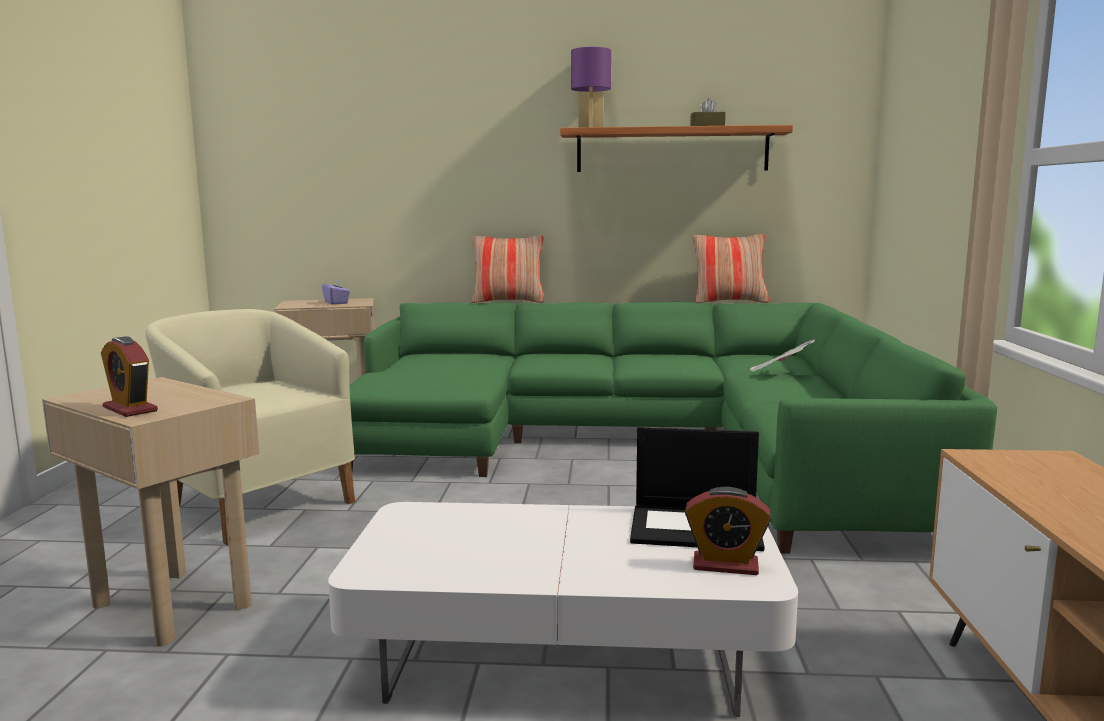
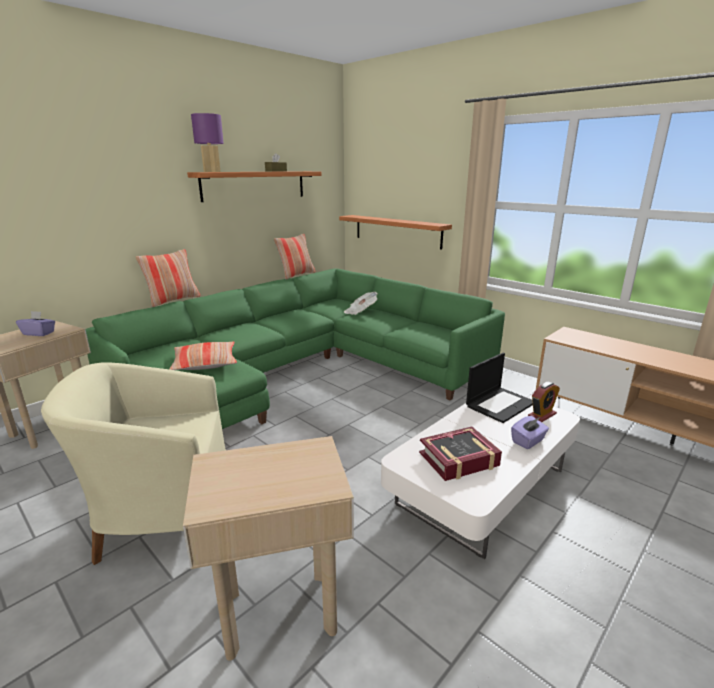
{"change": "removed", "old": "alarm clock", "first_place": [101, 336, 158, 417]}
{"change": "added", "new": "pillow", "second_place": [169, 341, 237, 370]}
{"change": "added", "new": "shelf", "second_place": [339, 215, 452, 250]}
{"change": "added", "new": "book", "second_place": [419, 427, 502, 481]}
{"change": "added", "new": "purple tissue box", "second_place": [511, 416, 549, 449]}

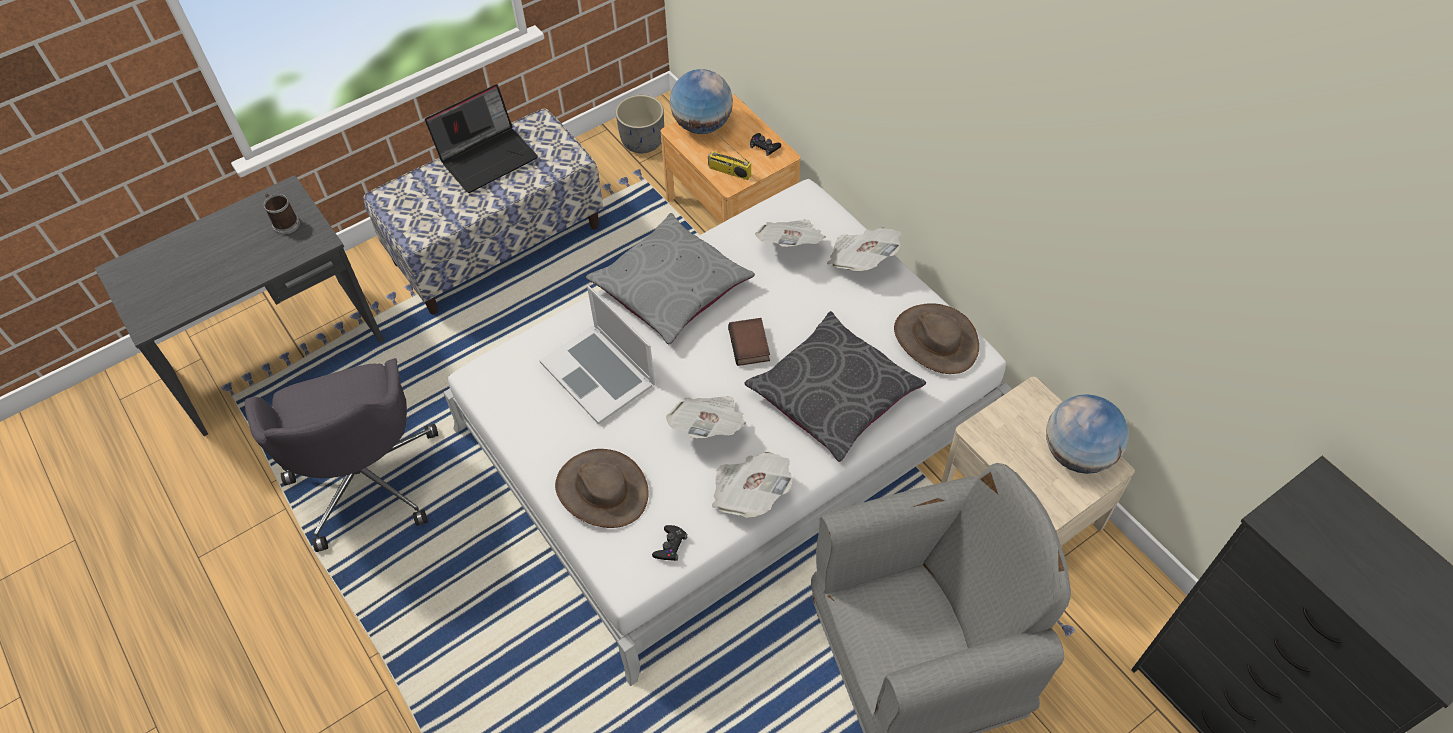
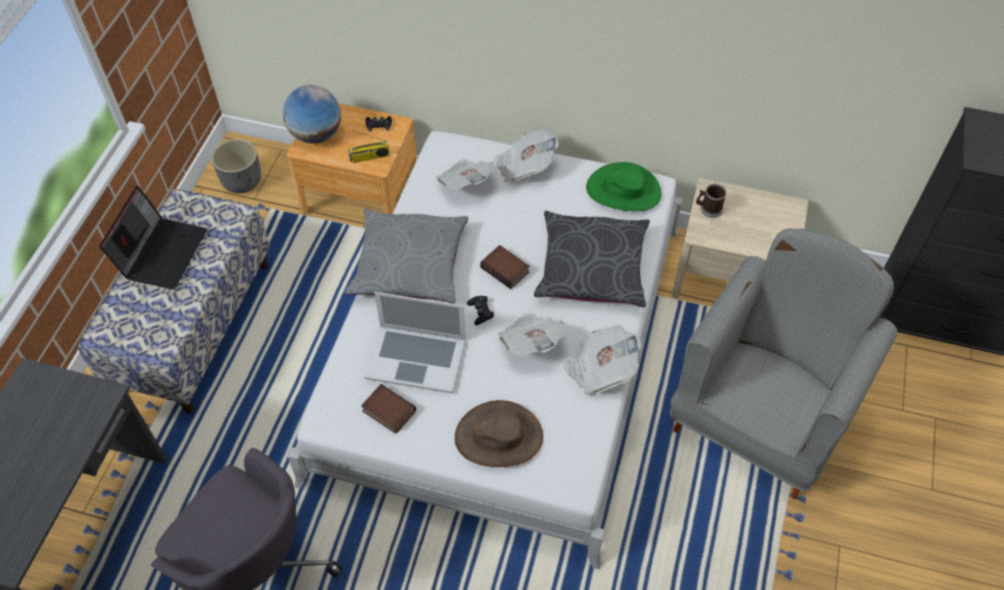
{"change": "removed", "old": "globe", "first_place": [1046, 394, 1129, 474]}
{"change": "added", "new": "book", "second_place": [361, 384, 416, 434]}
{"change": "moved", "old": "mug", "first_place": [264, 193, 300, 235], "second_place": [696, 184, 726, 218]}
{"change": "moved", "old": "black game controller", "first_place": [652, 525, 687, 561], "second_place": [467, 296, 494, 325]}
{"change": "recoloured", "old": "brown hat", "new": "green hat", "first_place": [894, 303, 979, 374], "second_place": [586, 162, 662, 211]}

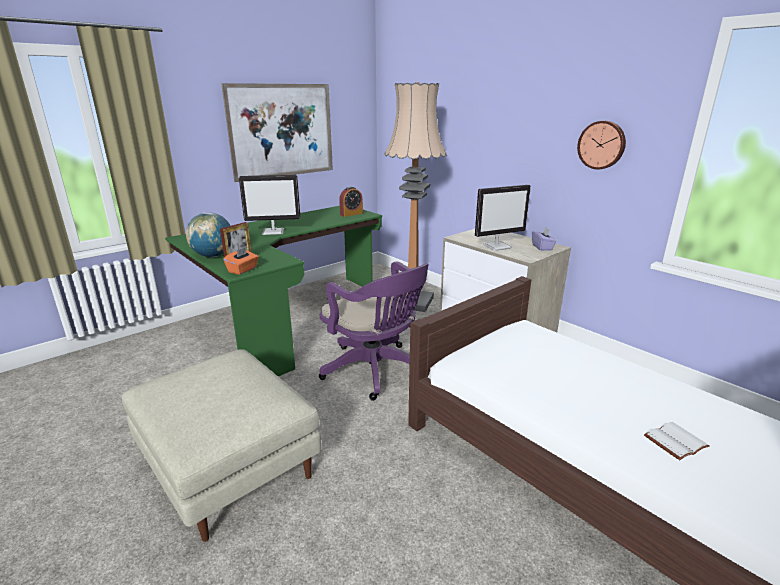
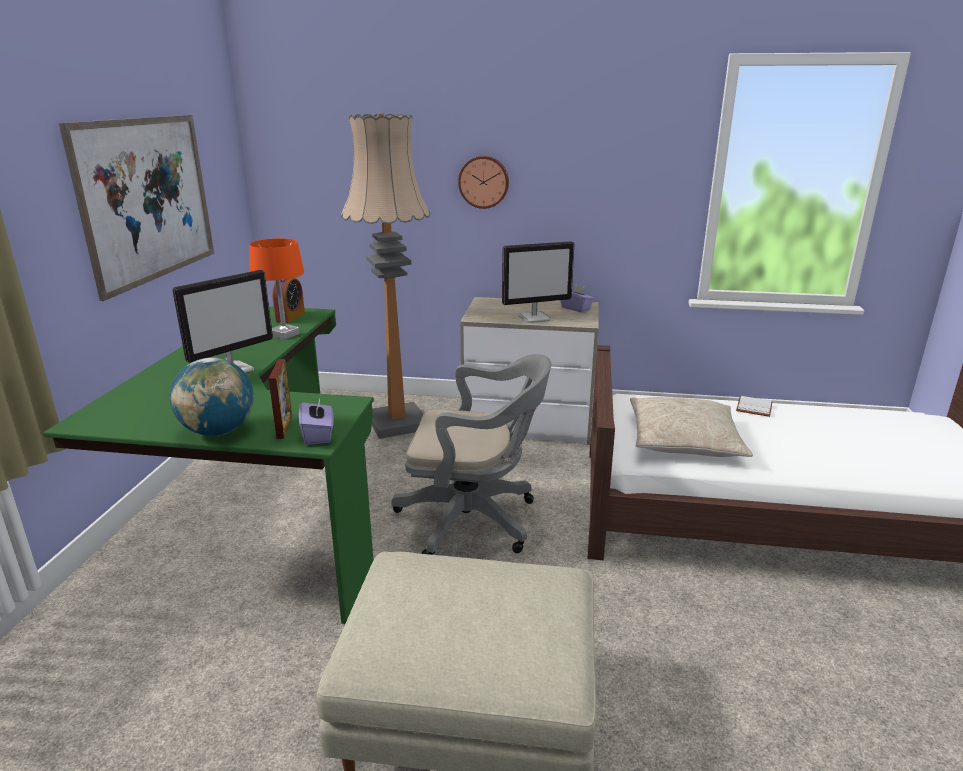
{"change": "added", "new": "orange table lamp", "second_place": [249, 238, 304, 340]}
{"change": "added", "new": "beige pillow", "second_place": [630, 397, 753, 457]}
{"change": "moved", "old": "wall clock", "first_place": [577, 121, 626, 169], "second_place": [458, 156, 509, 209]}
{"change": "moved", "old": "white book", "first_place": [644, 422, 709, 460], "second_place": [736, 396, 772, 417]}
{"change": "recoloured", "old": "orange tissue box", "new": "purple tissue box", "first_place": [223, 247, 259, 275], "second_place": [299, 399, 334, 445]}
{"change": "recoloured", "old": "purple office chair", "new": "grey office chair", "first_place": [319, 261, 429, 401], "second_place": [391, 354, 551, 555]}
{"change": "turned", "old": "monitor", "first_place": [475, 185, 531, 251], "second_place": [502, 241, 574, 323], "degrees": 45}

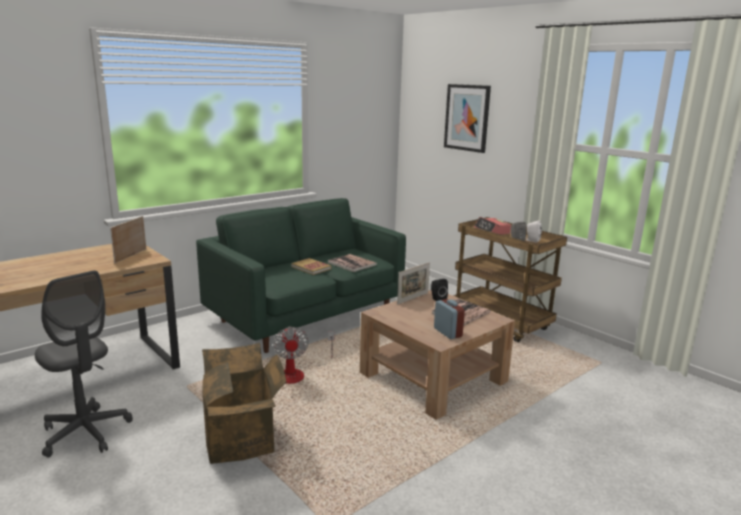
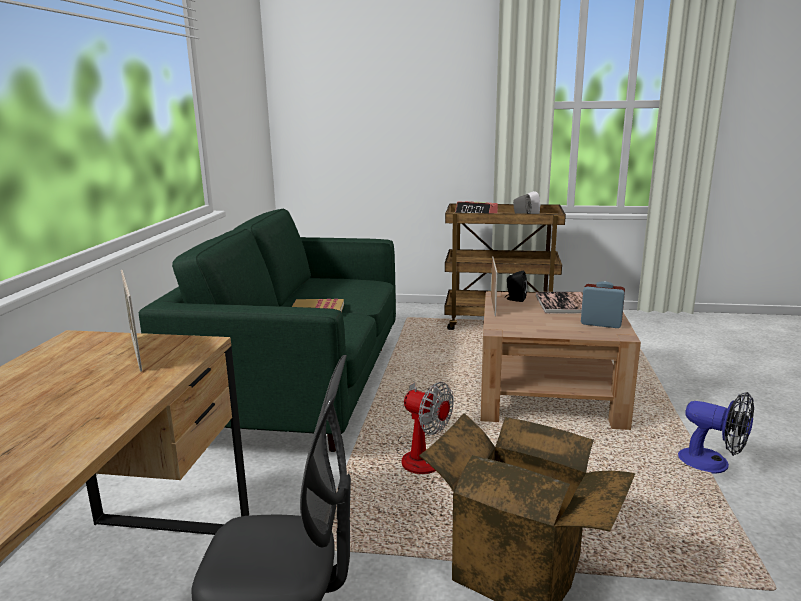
{"change": "removed", "old": "book", "first_place": [328, 254, 377, 272]}
{"change": "removed", "old": "picture", "first_place": [444, 84, 491, 153]}
{"change": "added", "new": "fan", "second_place": [678, 392, 754, 474]}

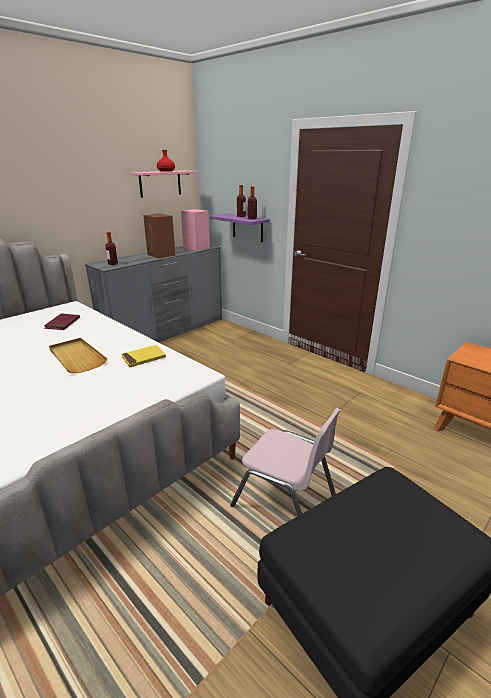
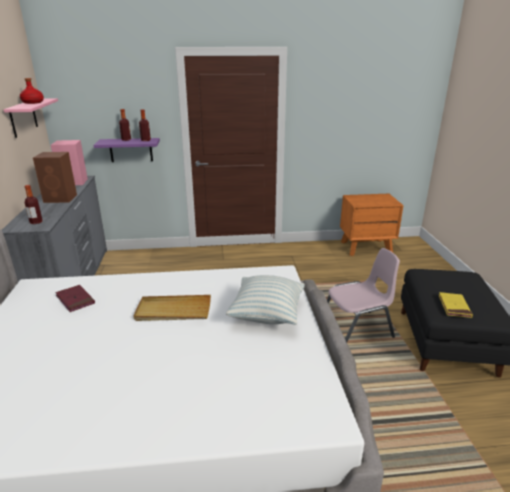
{"change": "added", "new": "pillow", "second_place": [226, 275, 305, 325]}
{"change": "moved", "old": "yellow book", "first_place": [121, 345, 166, 368], "second_place": [439, 292, 473, 318]}

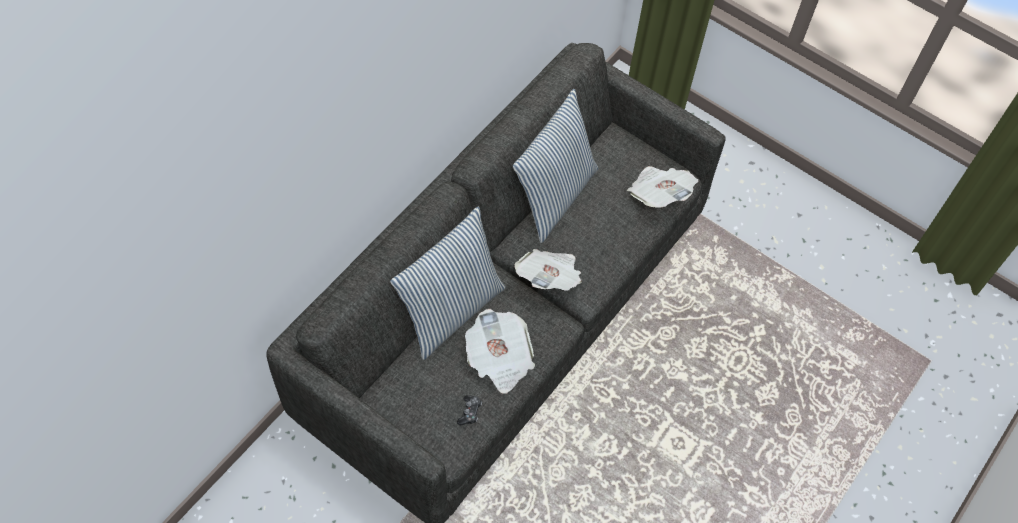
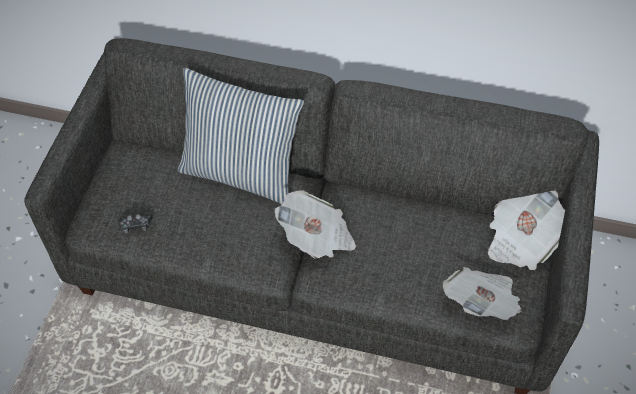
{"change": "removed", "old": "pillow", "first_place": [513, 89, 598, 243]}
{"change": "moved", "old": "newspaper", "first_place": [465, 309, 535, 394], "second_place": [488, 191, 565, 270]}

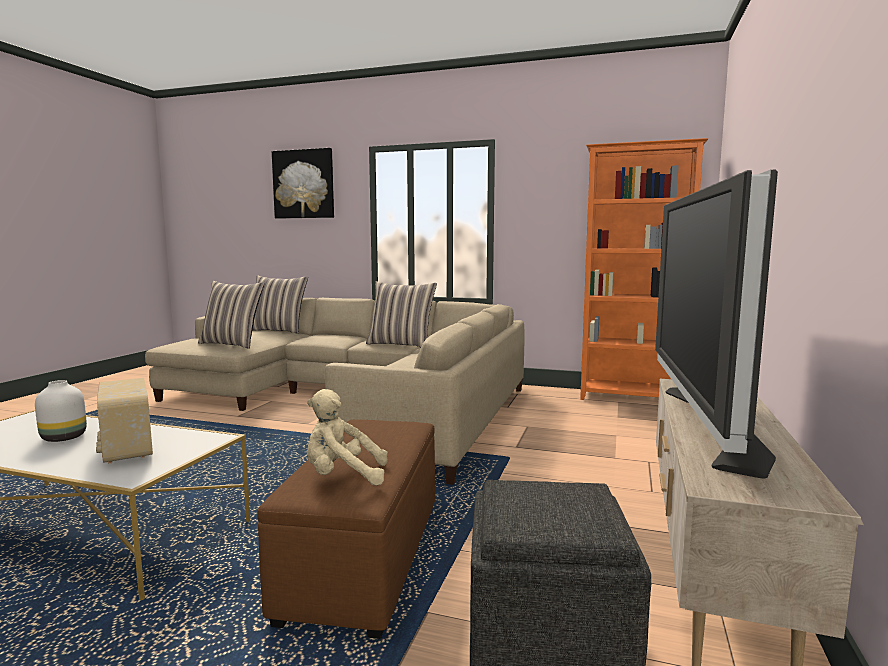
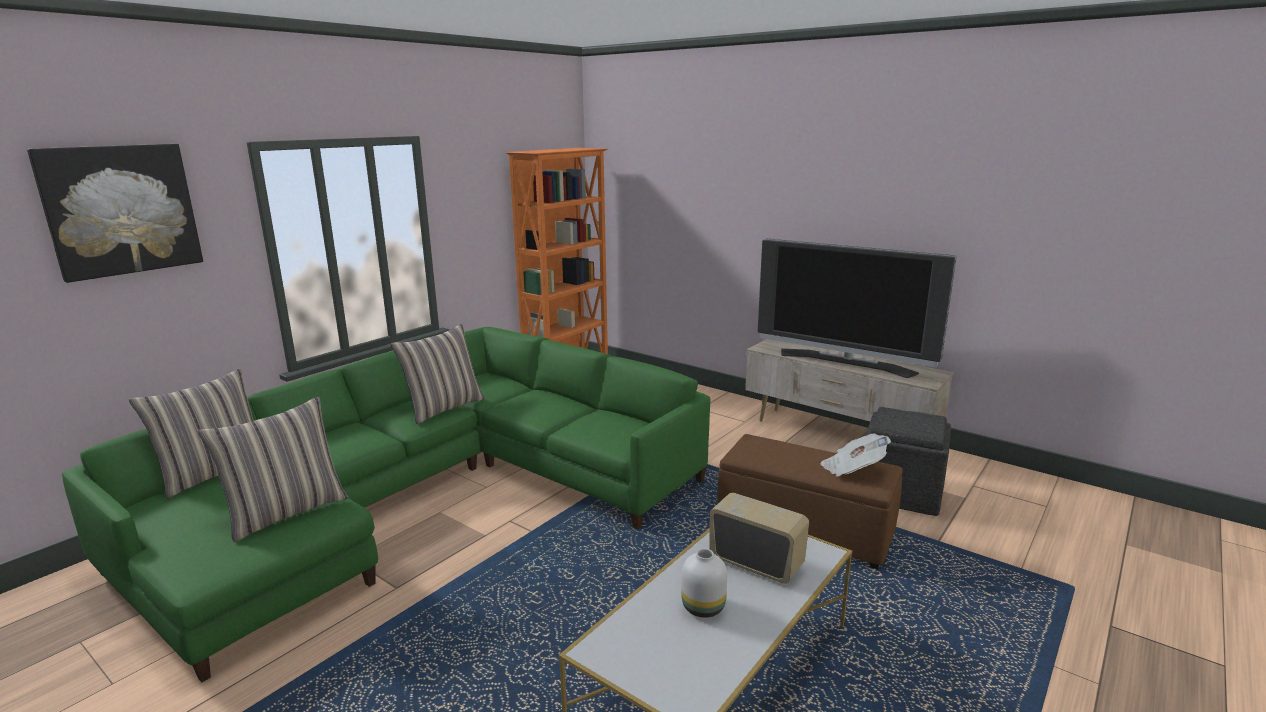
{"change": "replaced", "old": "beige plush toy", "new": "newspaper", "first_place": [307, 389, 388, 486], "second_place": [820, 434, 891, 477]}
{"change": "recoloured", "old": "beige sofa", "new": "green sofa", "first_place": [145, 298, 524, 485], "second_place": [62, 327, 710, 682]}
{"change": "turned", "old": "radio", "first_place": [96, 378, 153, 464], "second_place": [709, 493, 809, 584], "degrees": -135}

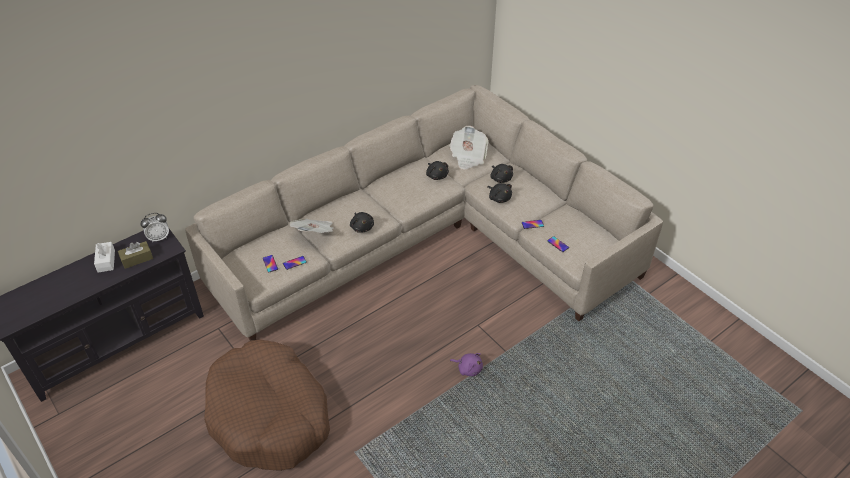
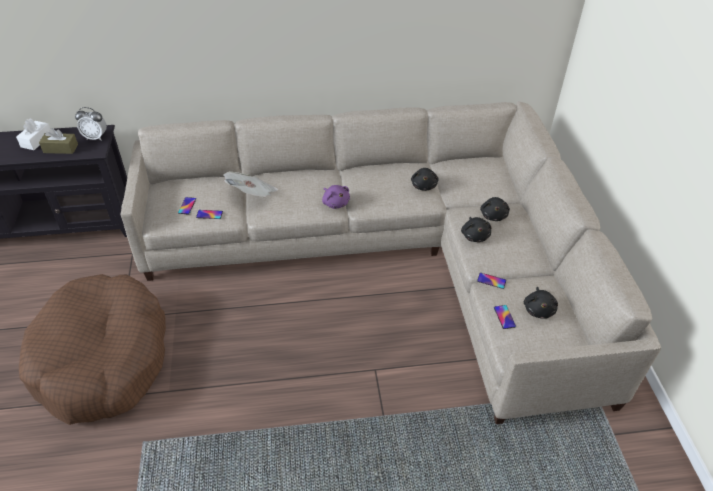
{"change": "removed", "old": "newspaper", "first_place": [449, 126, 489, 170]}
{"change": "moved", "old": "black plush toy", "first_place": [350, 212, 374, 233], "second_place": [524, 287, 558, 319]}
{"change": "moved", "old": "purple plush toy", "first_place": [450, 353, 483, 376], "second_place": [322, 185, 350, 209]}

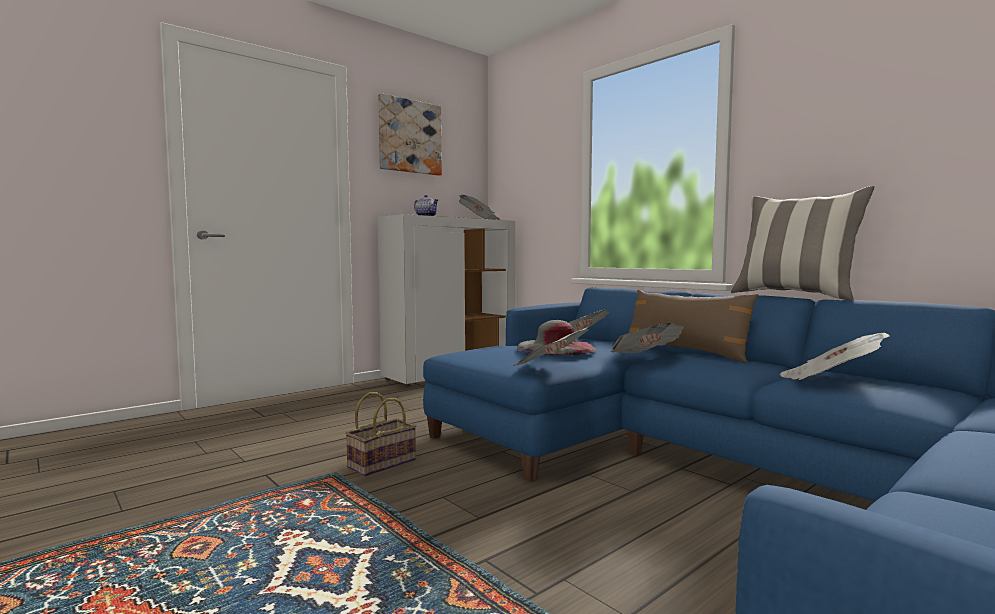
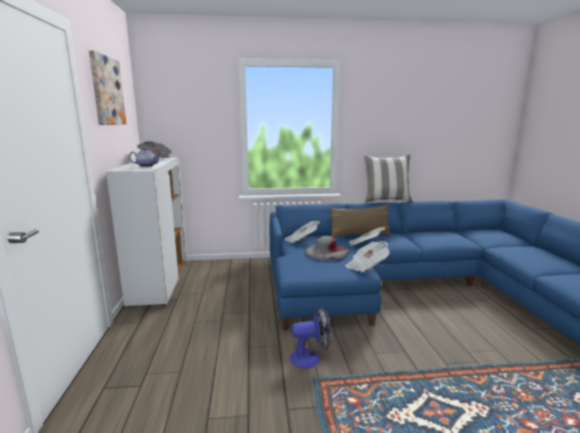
{"change": "removed", "old": "newspaper", "first_place": [779, 333, 890, 380]}
{"change": "replaced", "old": "basket", "new": "fan", "first_place": [345, 392, 416, 476], "second_place": [290, 307, 332, 368]}

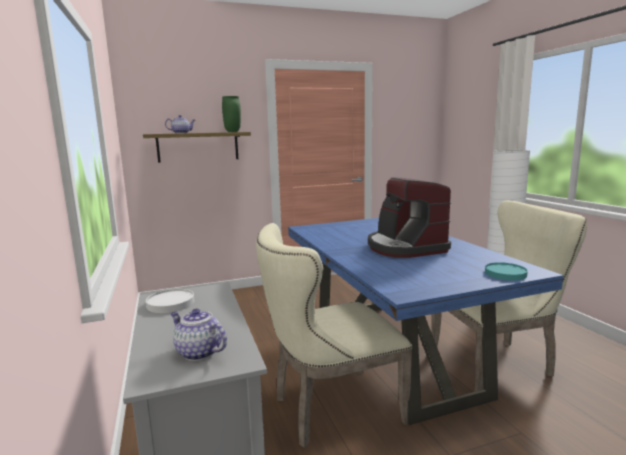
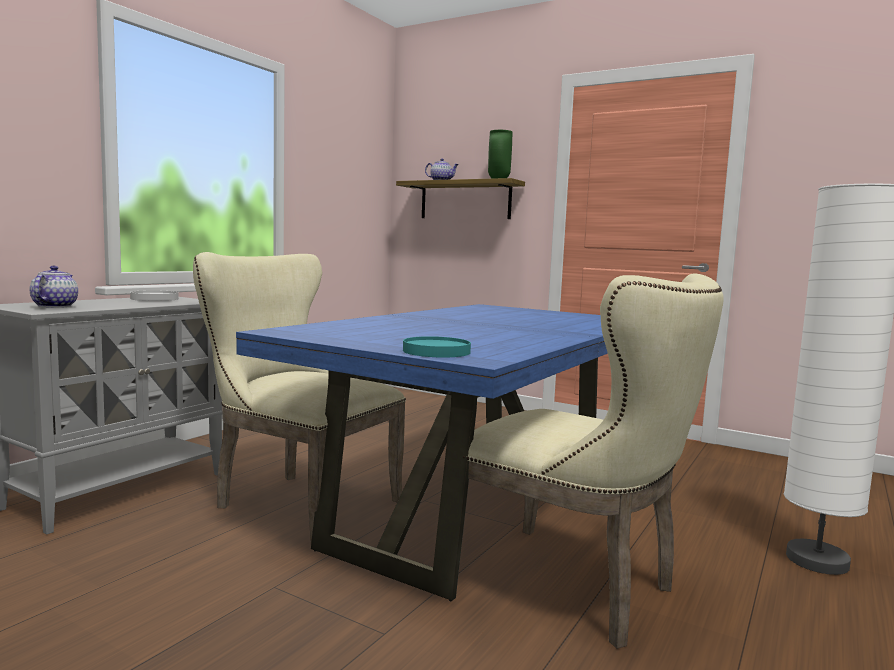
{"change": "removed", "old": "coffee machine", "first_place": [368, 177, 451, 258]}

